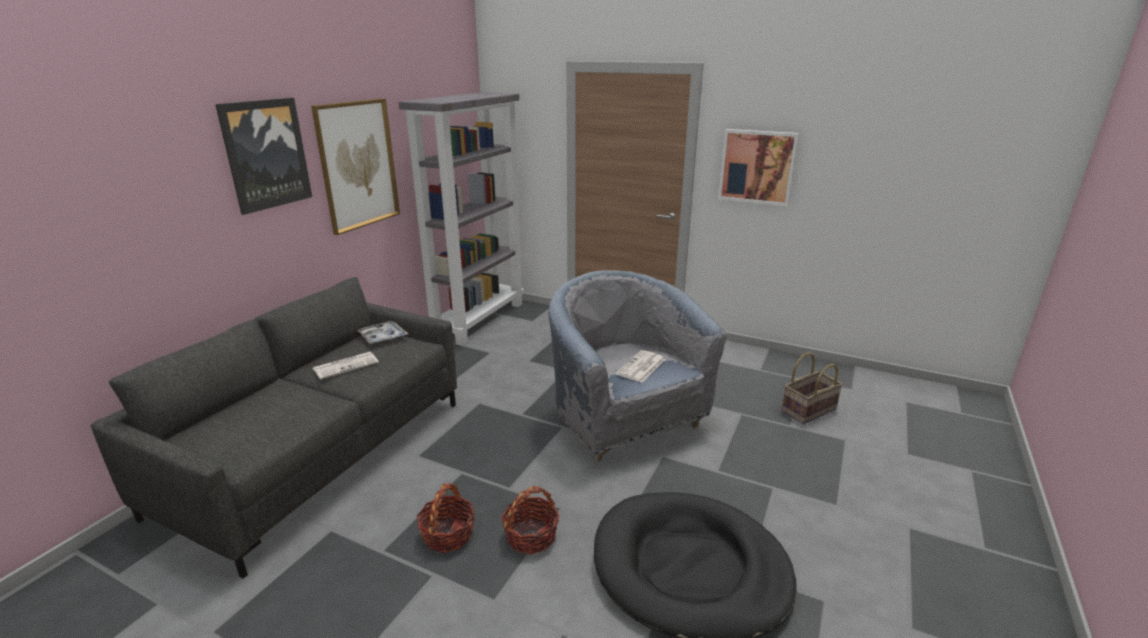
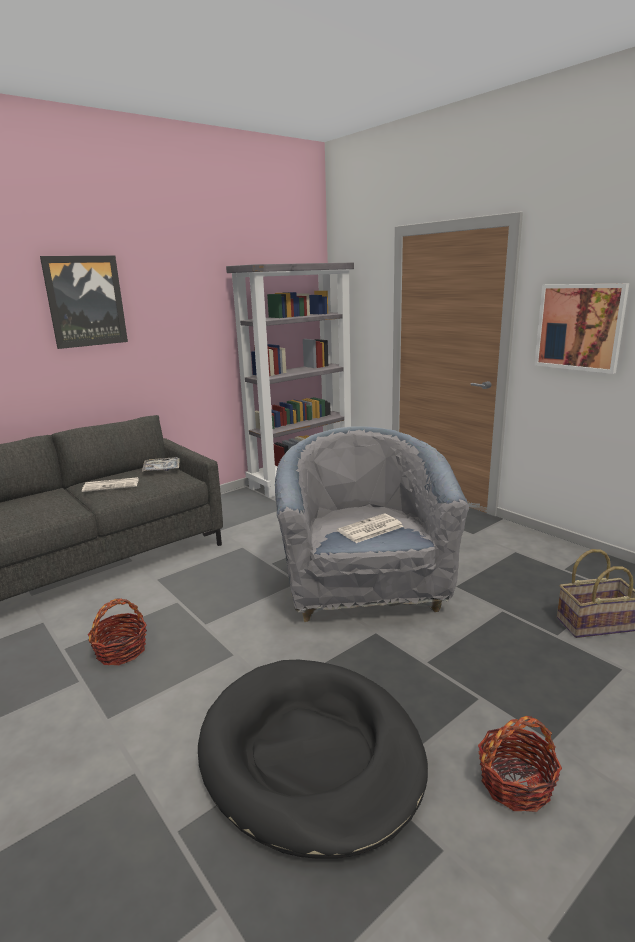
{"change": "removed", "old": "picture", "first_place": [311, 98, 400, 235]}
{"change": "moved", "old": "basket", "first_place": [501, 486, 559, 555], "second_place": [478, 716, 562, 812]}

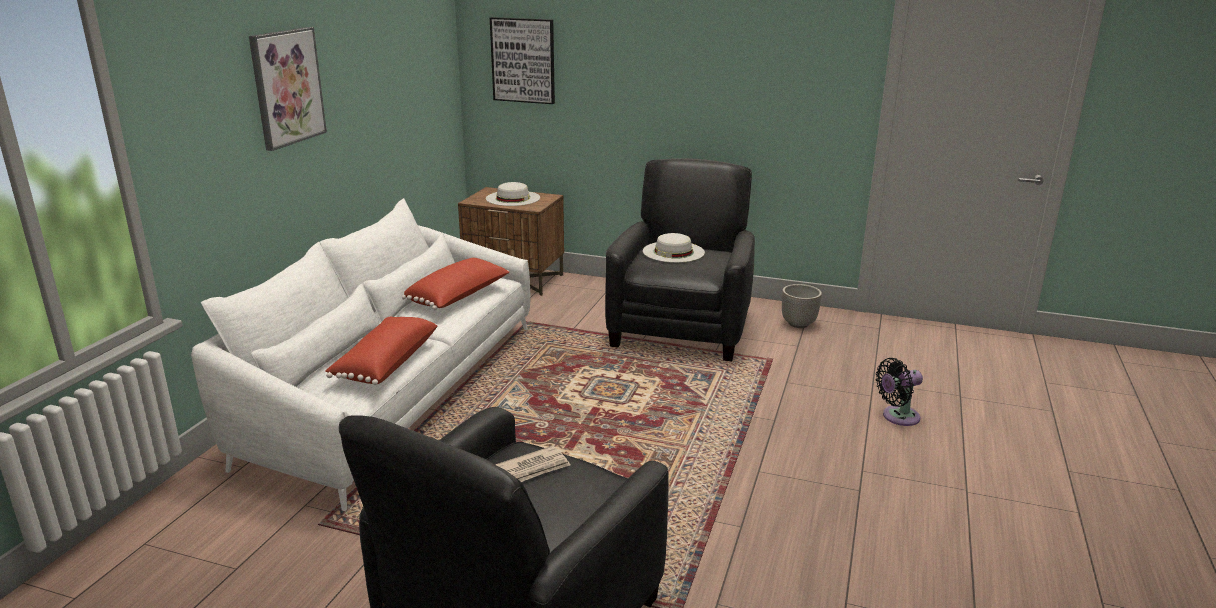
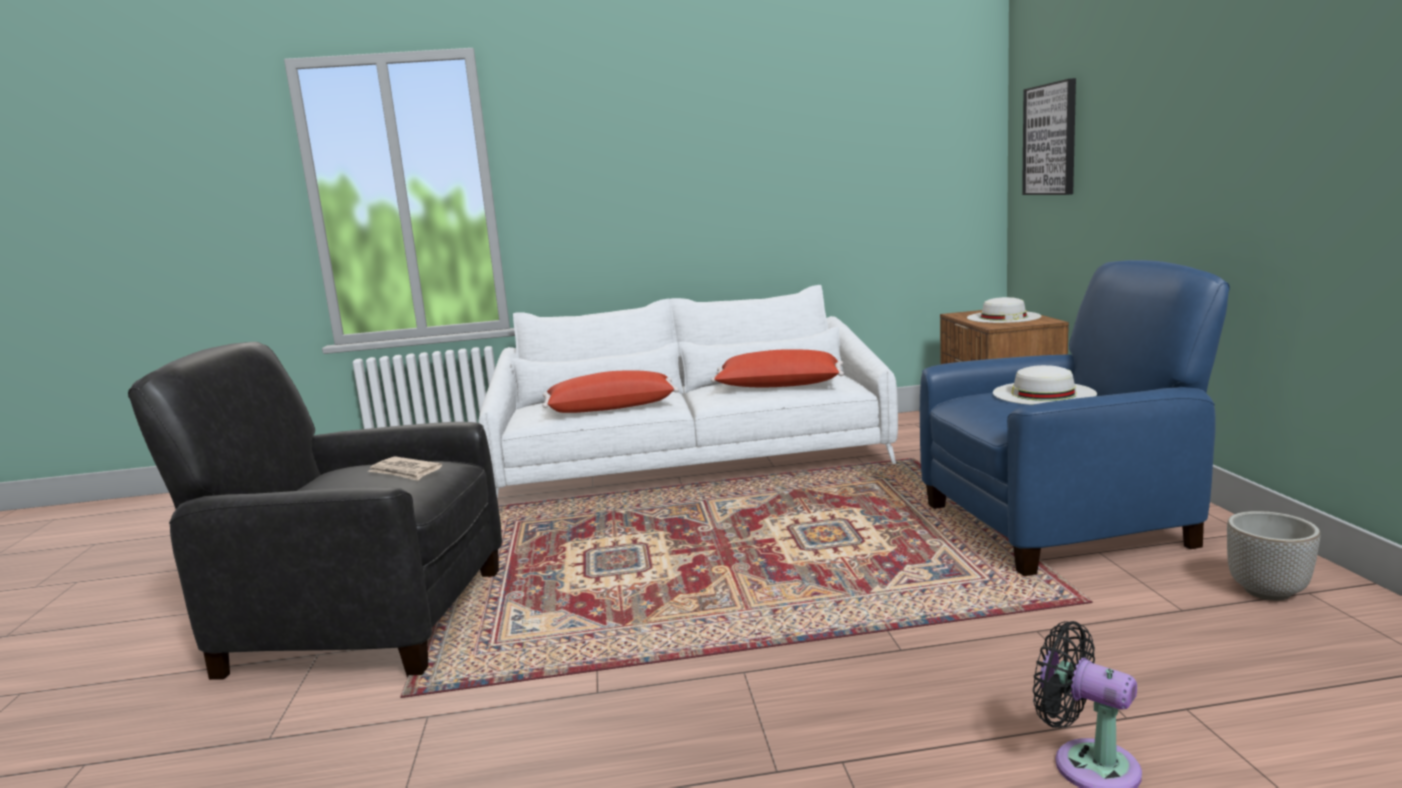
{"change": "removed", "old": "picture", "first_place": [249, 27, 327, 151]}
{"change": "recoloured", "old": "black armchair", "new": "blue armchair", "first_place": [605, 158, 755, 361], "second_place": [920, 260, 1230, 576]}

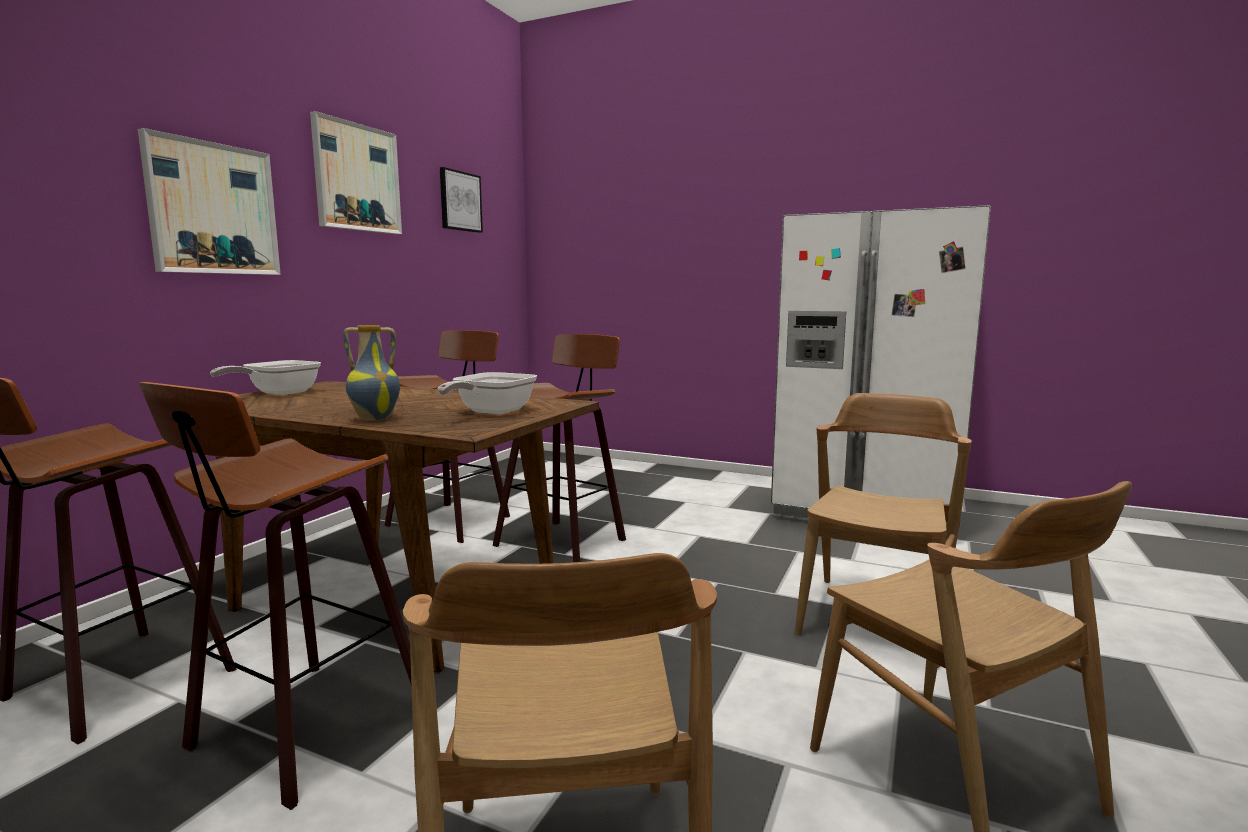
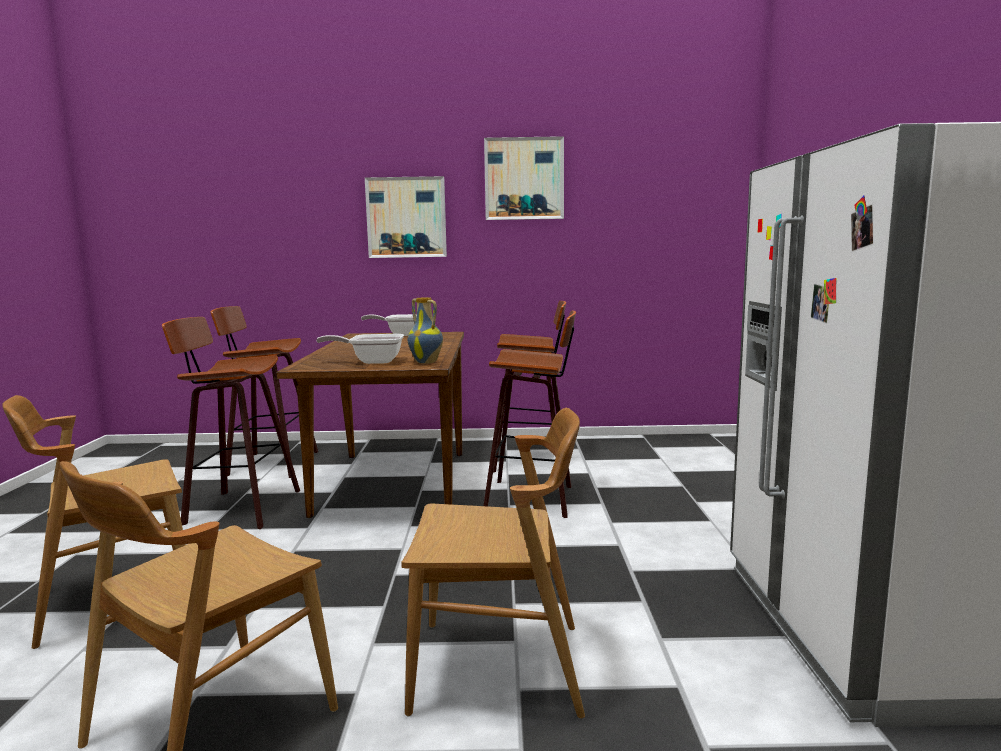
{"change": "removed", "old": "picture", "first_place": [440, 167, 483, 233]}
{"change": "moved", "old": "vase", "first_place": [343, 325, 400, 421], "second_place": [408, 297, 443, 364]}

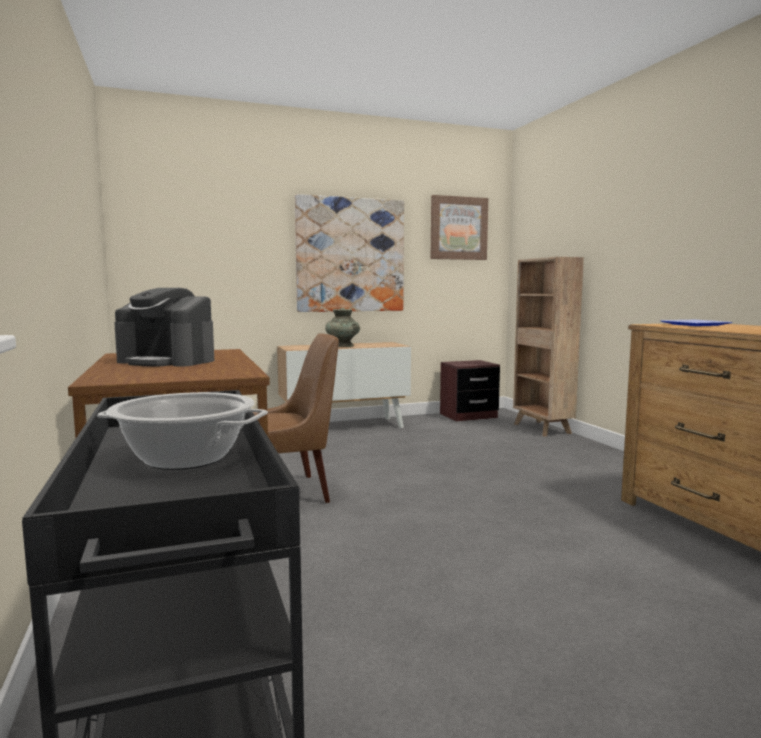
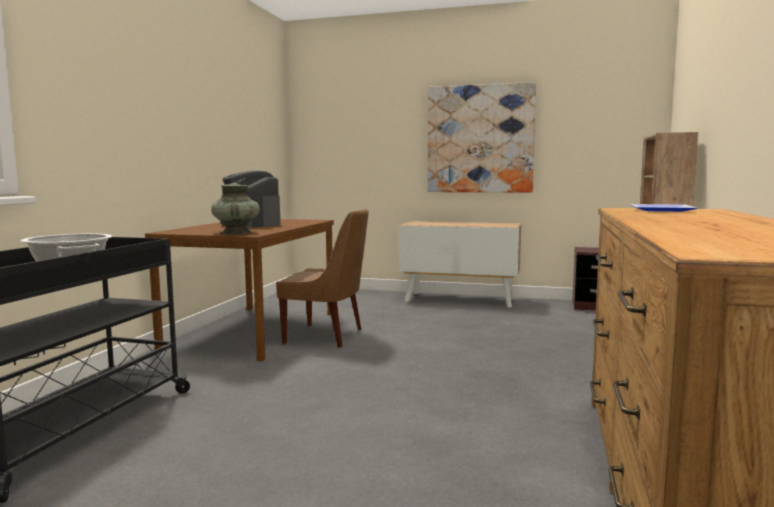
{"change": "removed", "old": "picture", "first_place": [430, 195, 488, 260]}
{"change": "moved", "old": "turquoise vase", "first_place": [325, 308, 360, 347], "second_place": [211, 183, 260, 234]}

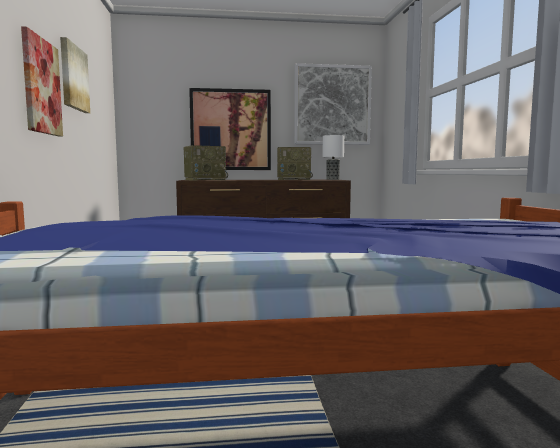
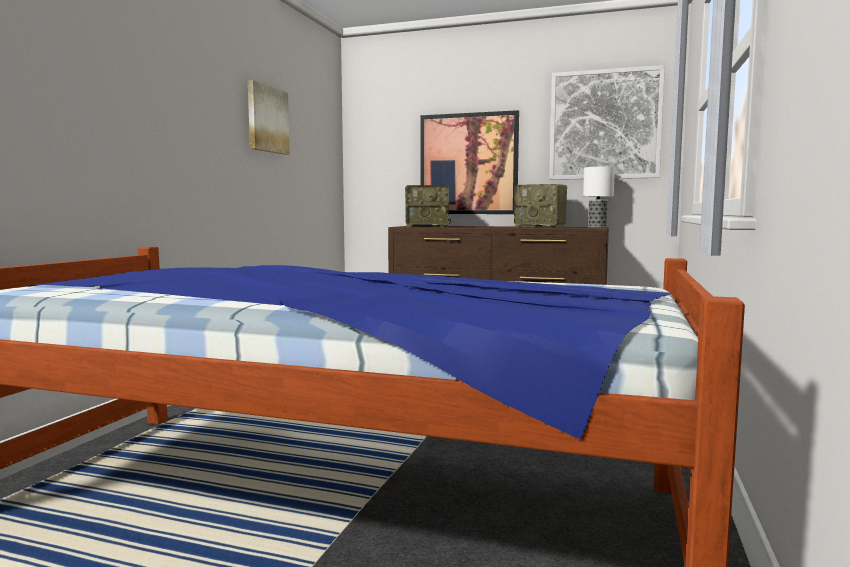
{"change": "removed", "old": "picture", "first_place": [21, 26, 63, 136]}

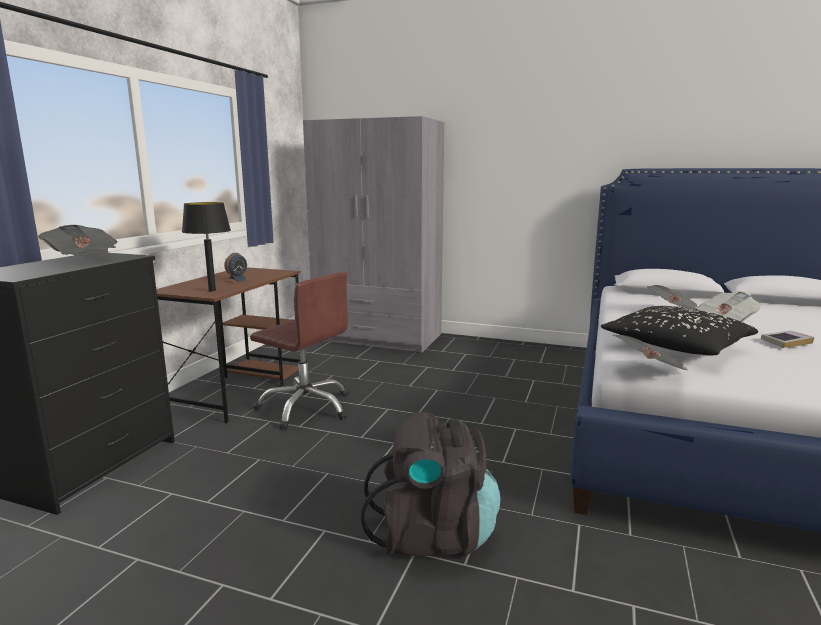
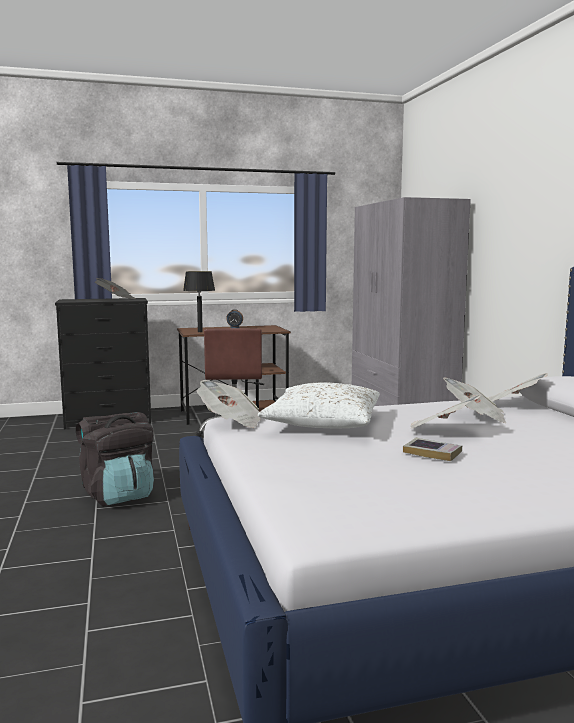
{"change": "added", "new": "newspaper", "second_place": [487, 373, 548, 401]}
{"change": "recoloured", "old": "black pillow", "new": "white pillow", "first_place": [601, 306, 758, 356], "second_place": [258, 382, 380, 428]}

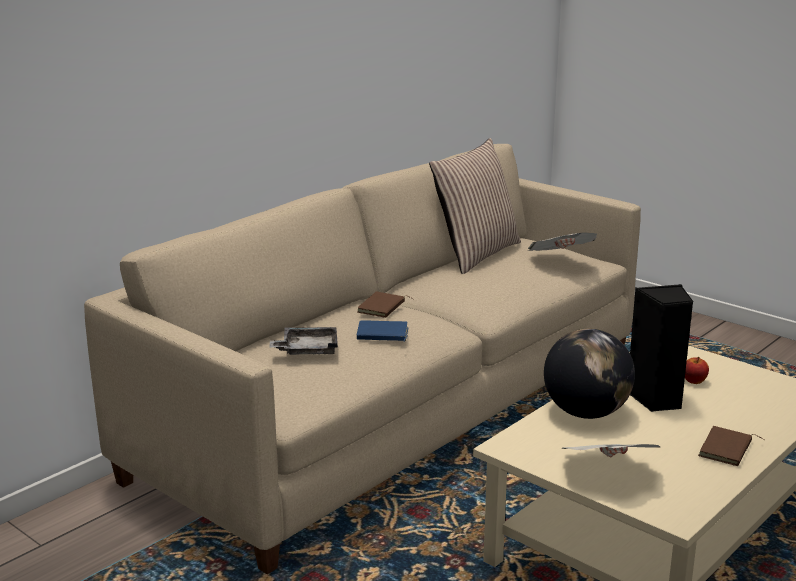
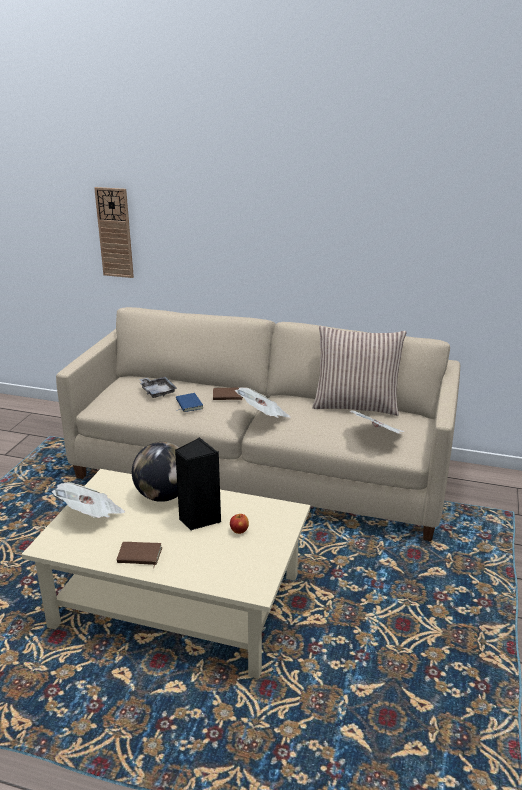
{"change": "added", "new": "wall clock", "second_place": [94, 187, 134, 278]}
{"change": "added", "new": "newspaper", "second_place": [235, 387, 291, 418]}

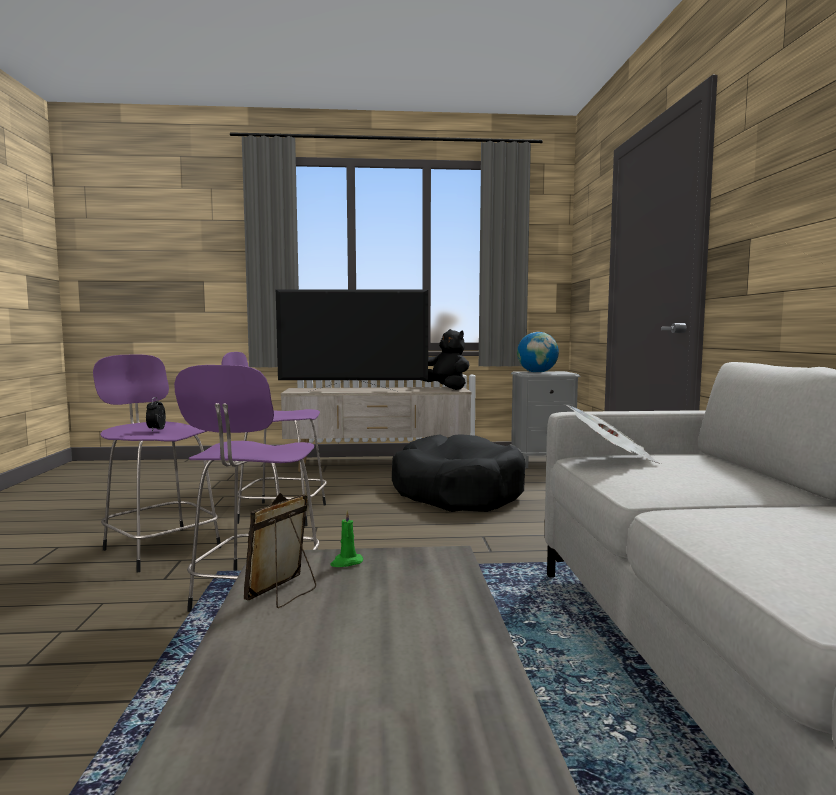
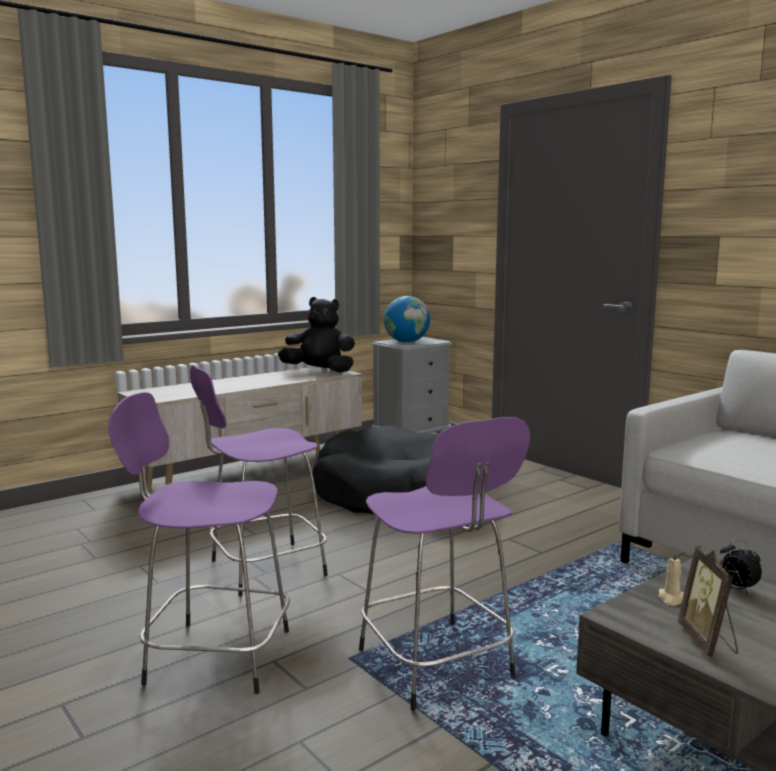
{"change": "removed", "old": "television", "first_place": [276, 289, 428, 392]}
{"change": "removed", "old": "newspaper", "first_place": [566, 405, 661, 464]}
{"change": "moved", "old": "alarm clock", "first_place": [146, 397, 166, 432], "second_place": [720, 540, 762, 594]}
{"change": "recoloured", "old": "green candle", "new": "beige candle", "first_place": [330, 510, 363, 567], "second_place": [659, 549, 684, 606]}

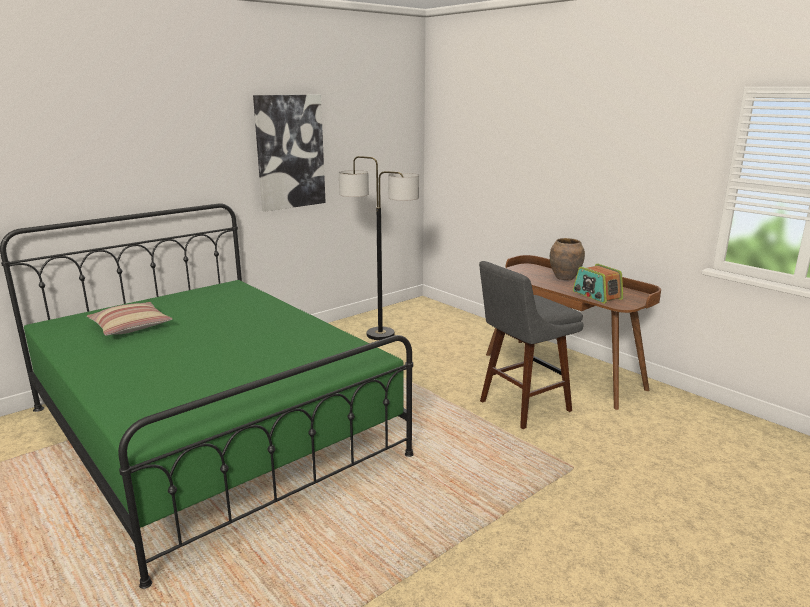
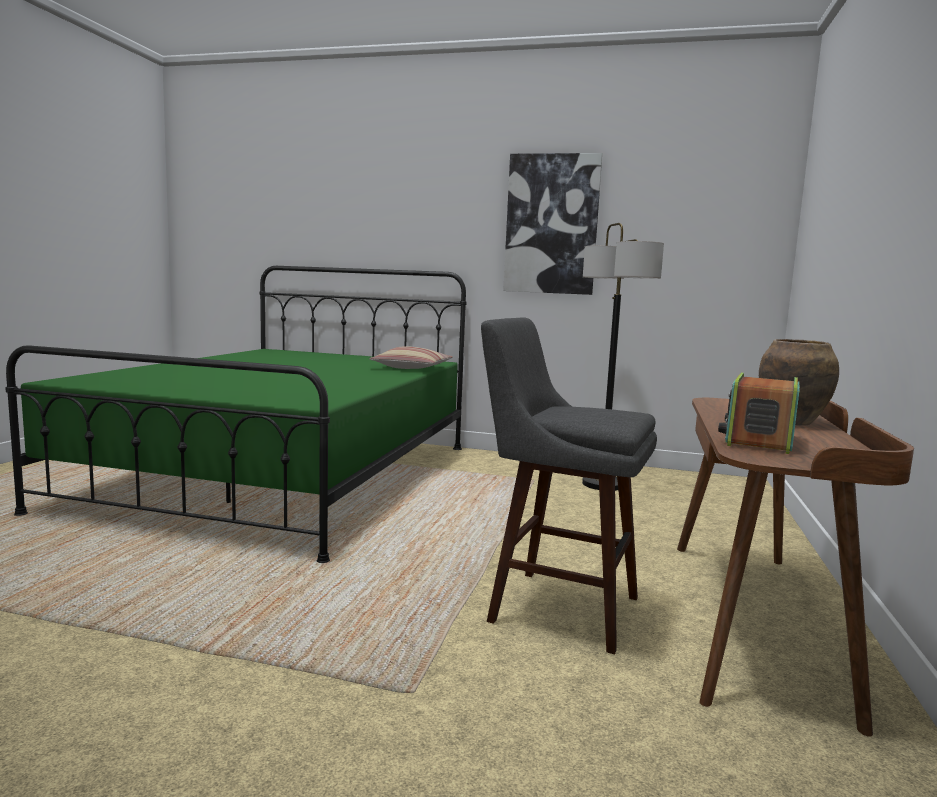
{"change": "moved", "old": "pillow", "first_place": [87, 302, 173, 336], "second_place": [369, 346, 453, 369]}

